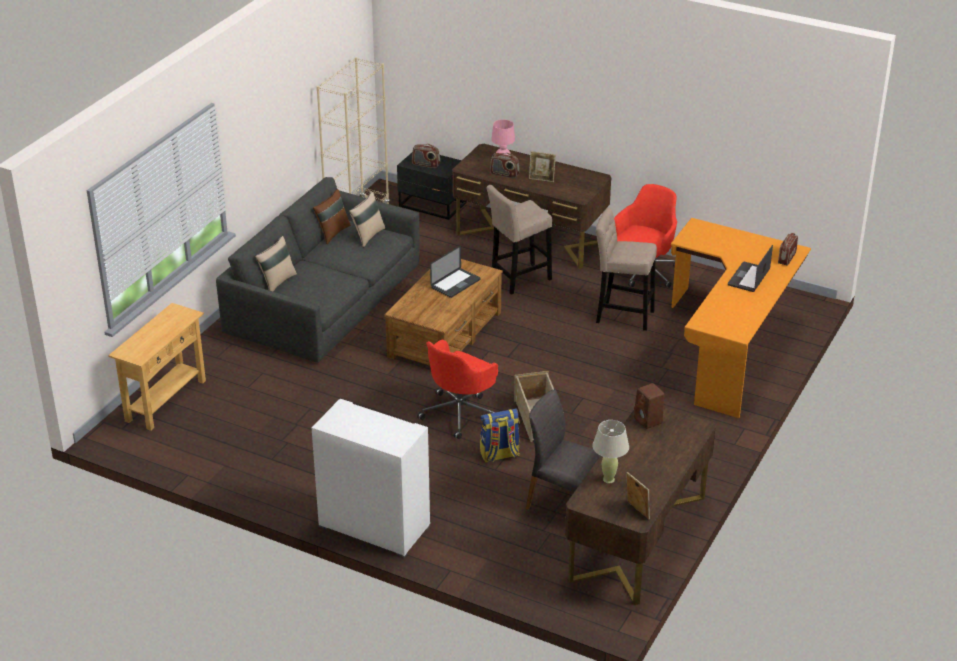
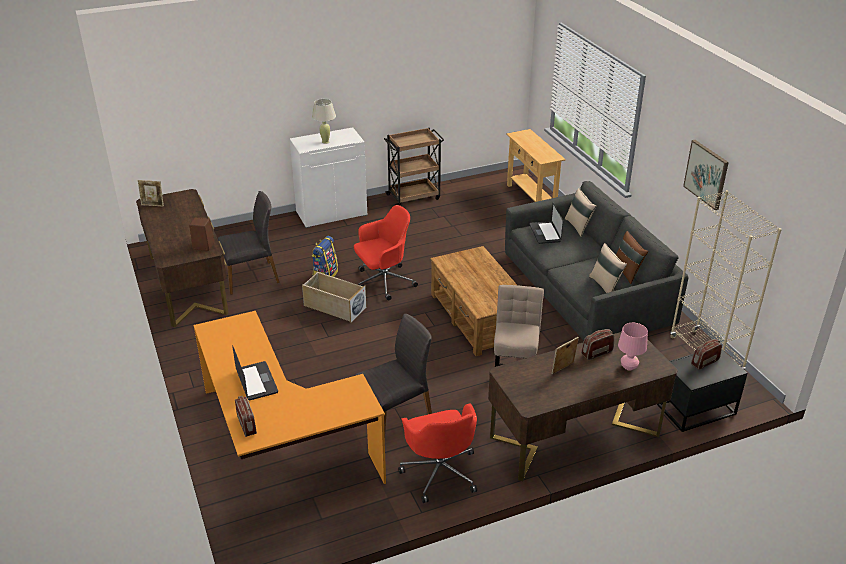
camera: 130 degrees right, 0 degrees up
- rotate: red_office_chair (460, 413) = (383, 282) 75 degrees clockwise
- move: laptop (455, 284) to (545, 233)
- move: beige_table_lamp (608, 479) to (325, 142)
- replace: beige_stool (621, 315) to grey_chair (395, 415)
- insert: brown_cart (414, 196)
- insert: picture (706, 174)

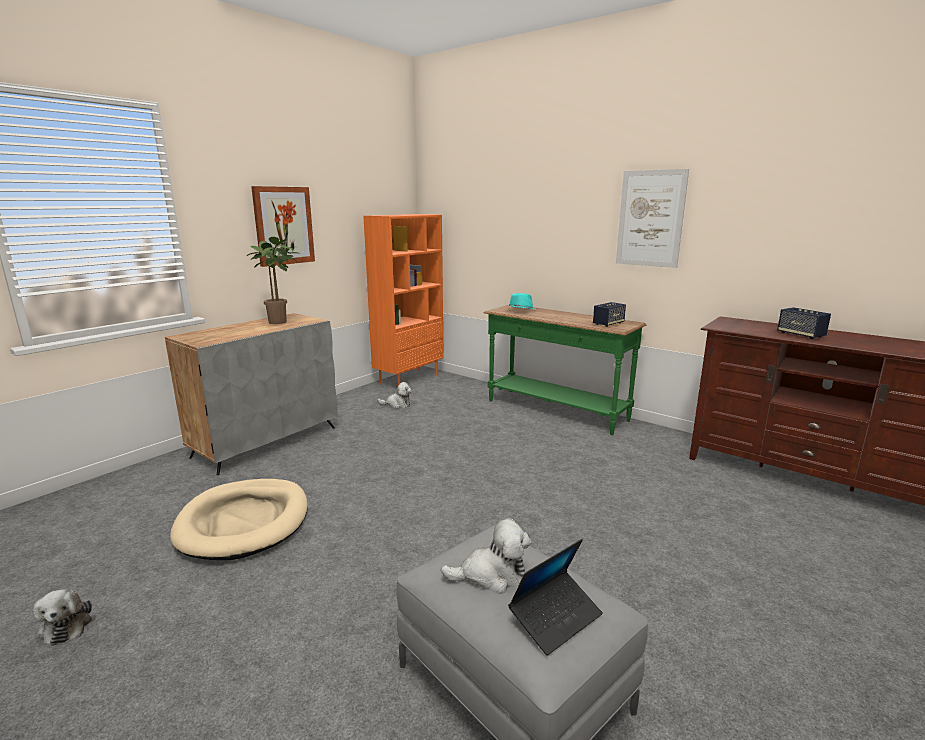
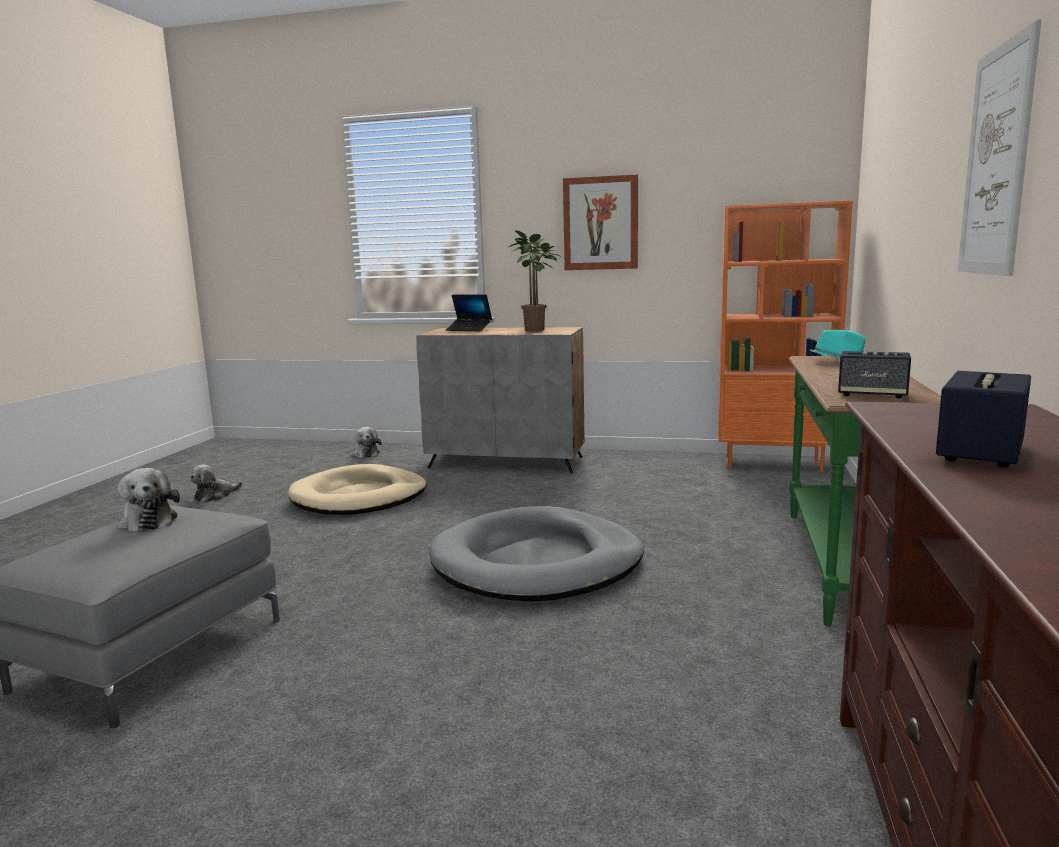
camera: 65 degrees right, 5 degrees down
- move: plush_toy (397, 404) to (366, 453)
- move: laptop (555, 618) to (469, 329)
- insert: grey_dog_bed (537, 563)

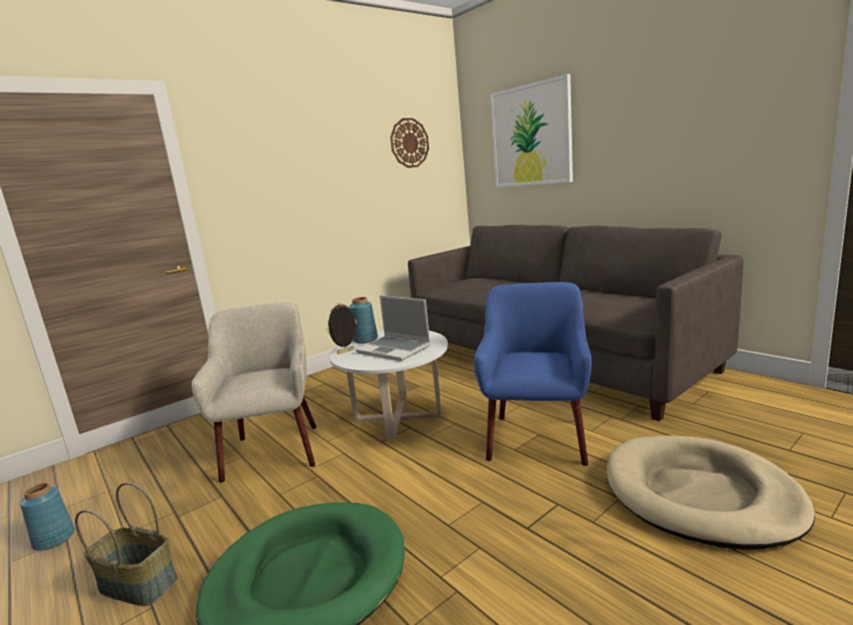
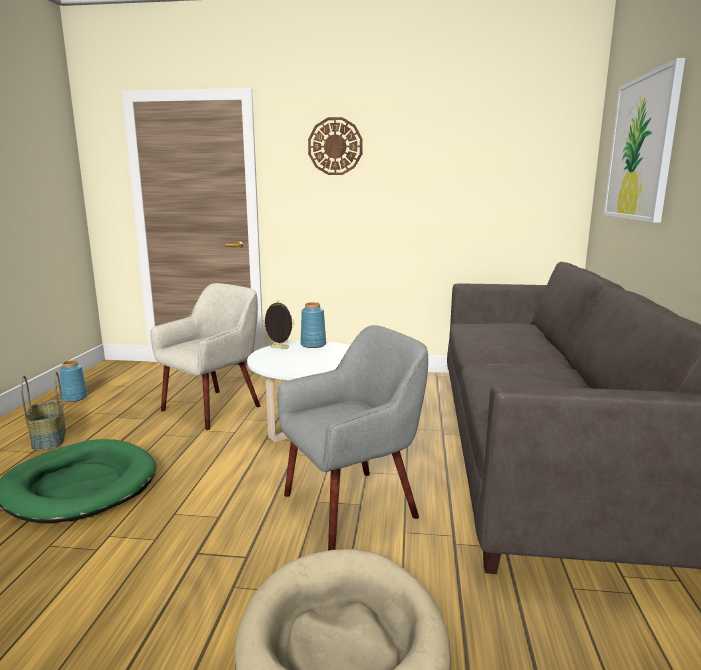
camera: 45 degrees right, 0 degrees up
- delete: laptop (395, 349)
- move: wall_clock (409, 143) to (335, 146)
- recolor: blue_armchair (537, 438) to grey_armchair (352, 506)

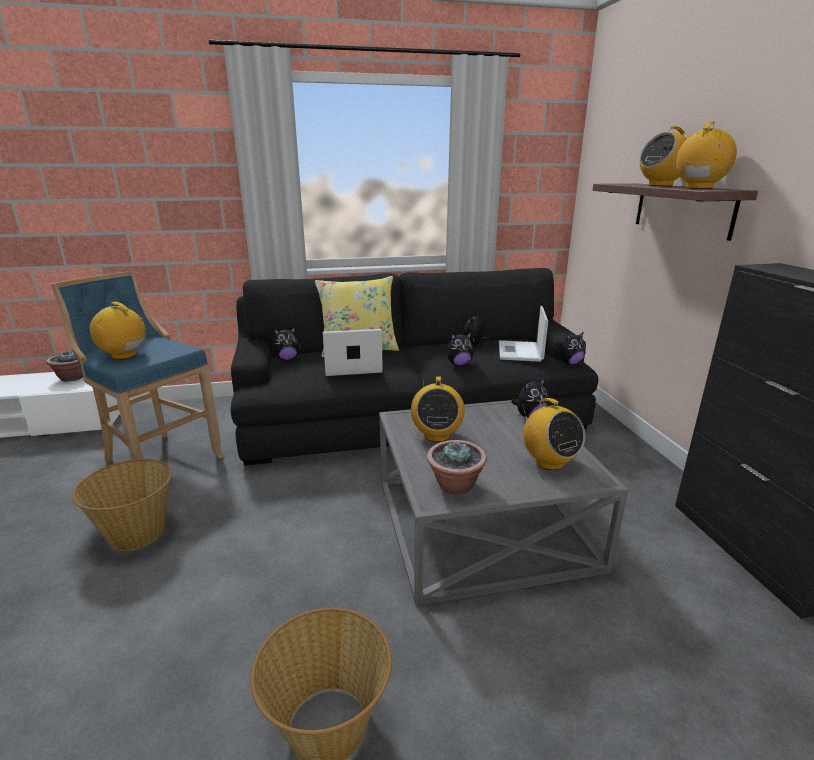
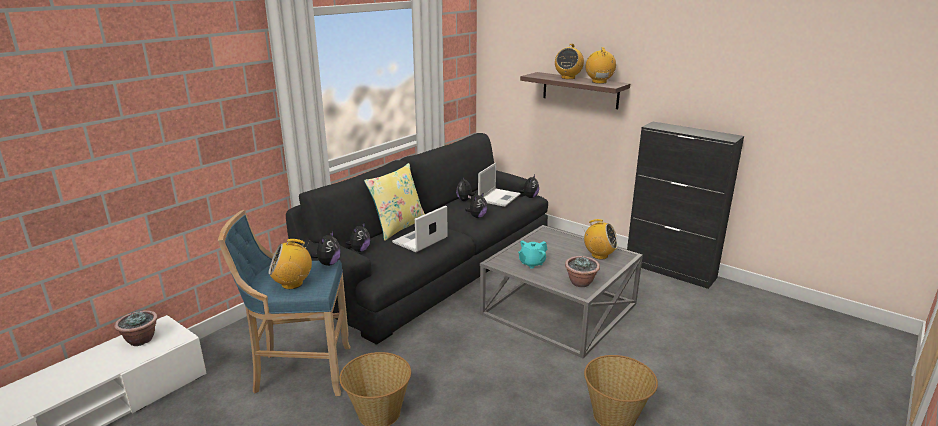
camera: 40 degrees left, 0 degrees up
- replace: radio (436, 435) to turquoise_teapot (531, 263)
- rotate: laptop (520, 352) = (499, 197) 120 degrees counterclockwise
- move: plush_toy (529, 416) to (328, 263)

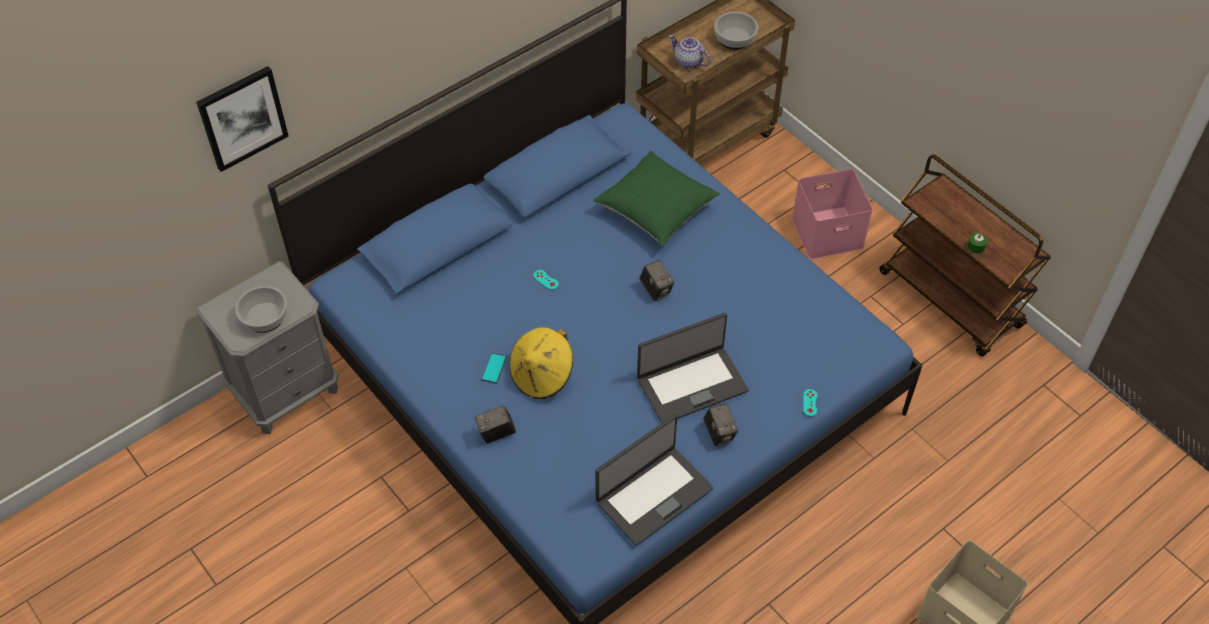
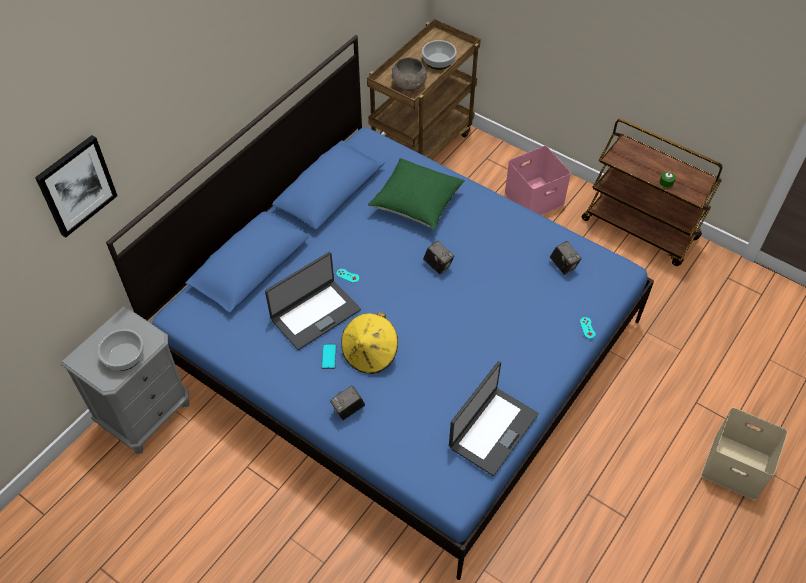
camera: 15 degrees left, 0 degrees up
- move: laptop (691, 384) to (315, 314)
- replace: teapot (688, 62) to grey_bowl (409, 85)
- move: photo_camera (719, 433) to (563, 265)

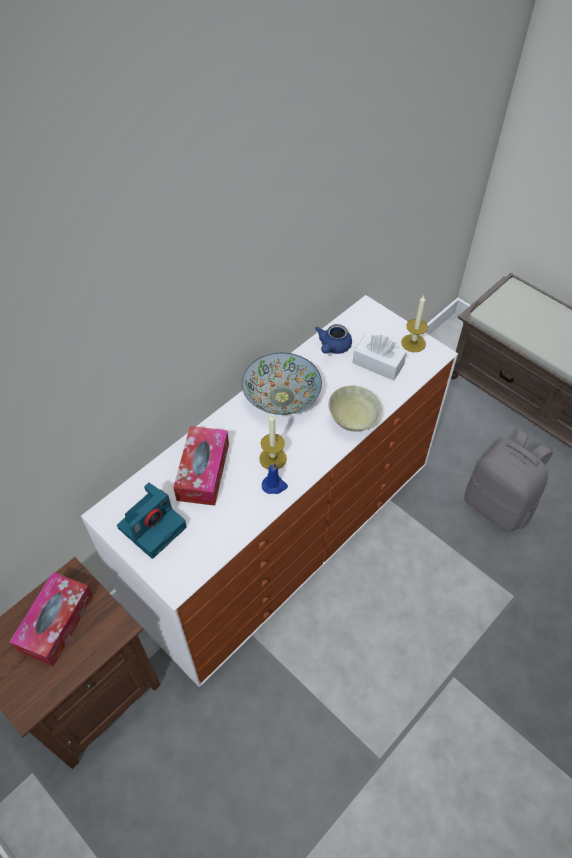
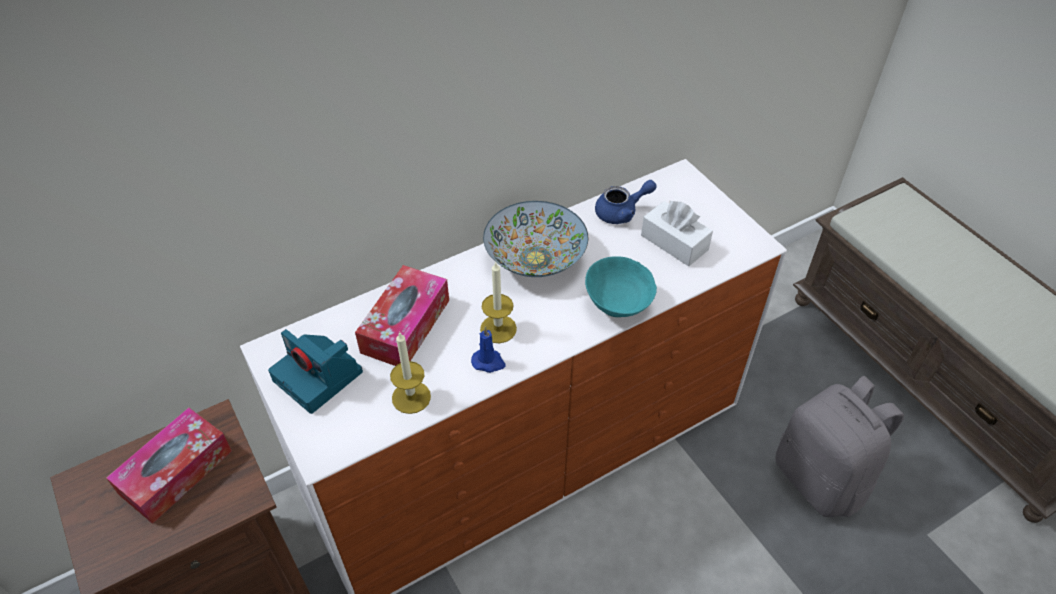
camera: 15 degrees right, 5 degrees down
- rotate: photo_camera (153, 526) = (320, 377) 75 degrees clockwise
- rotate: blue_teapot (333, 347) = (622, 212) 150 degrees counterclockwise
- recolor: beige_bowl (353, 422) to turquoise_bowl (617, 306)
- move: candle (413, 343) to (411, 397)

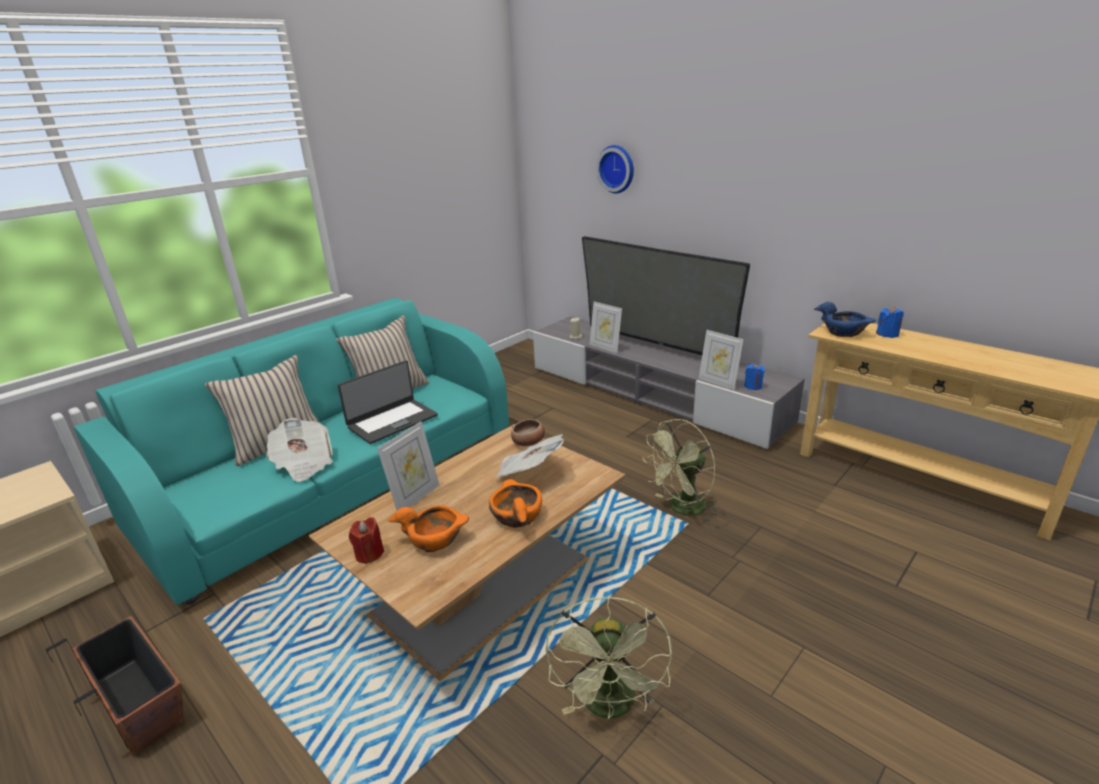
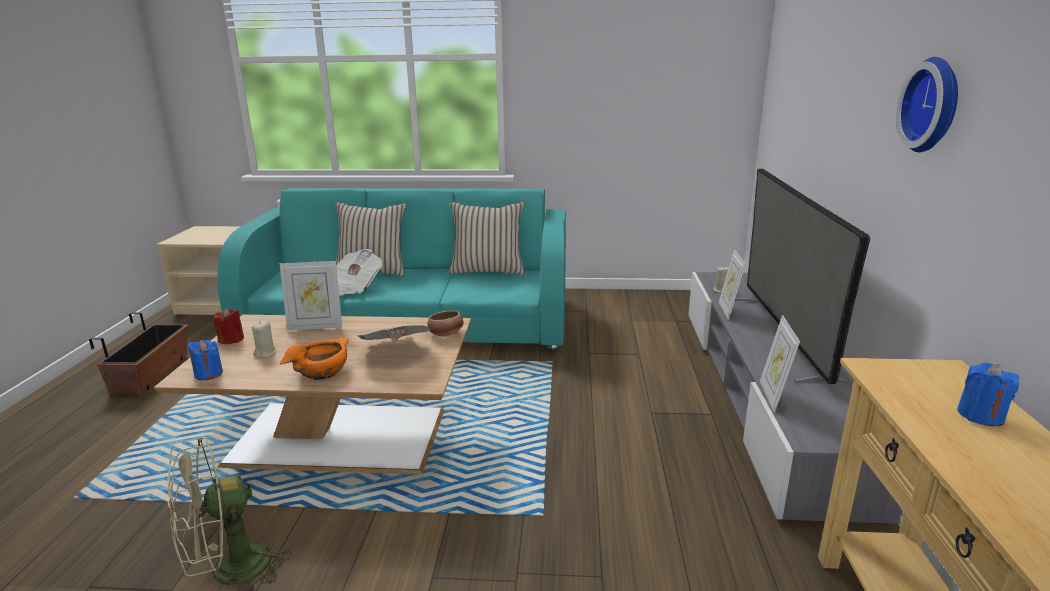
camera: 50 degrees right, 5 degrees down
- delete: laptop (392, 421)
- replace: orange_bowl (435, 539) to beige_candle (265, 353)
- move: wall_clock (617, 169) to (934, 105)
- delete: green_fan (682, 509)
- move: blue_candle (753, 386) to (208, 374)
- delete: blue_bowl (844, 332)

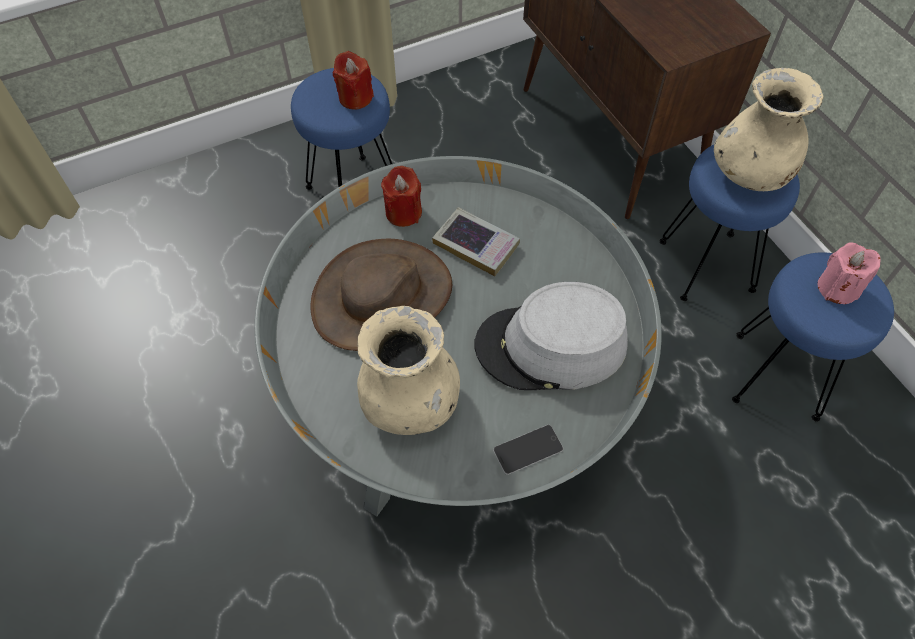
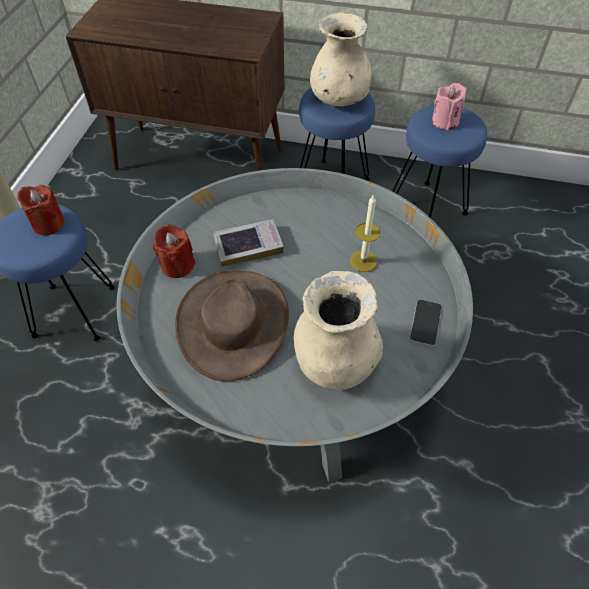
camera: 50 degrees left, 5 degrees down
- replace: grey_hat (551, 346) to candle (363, 261)

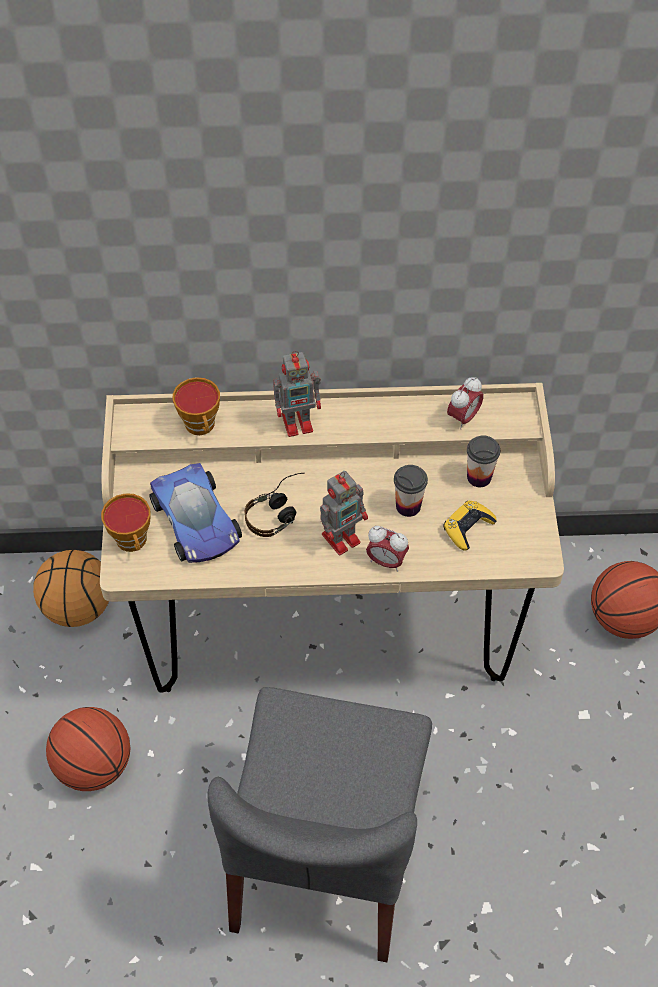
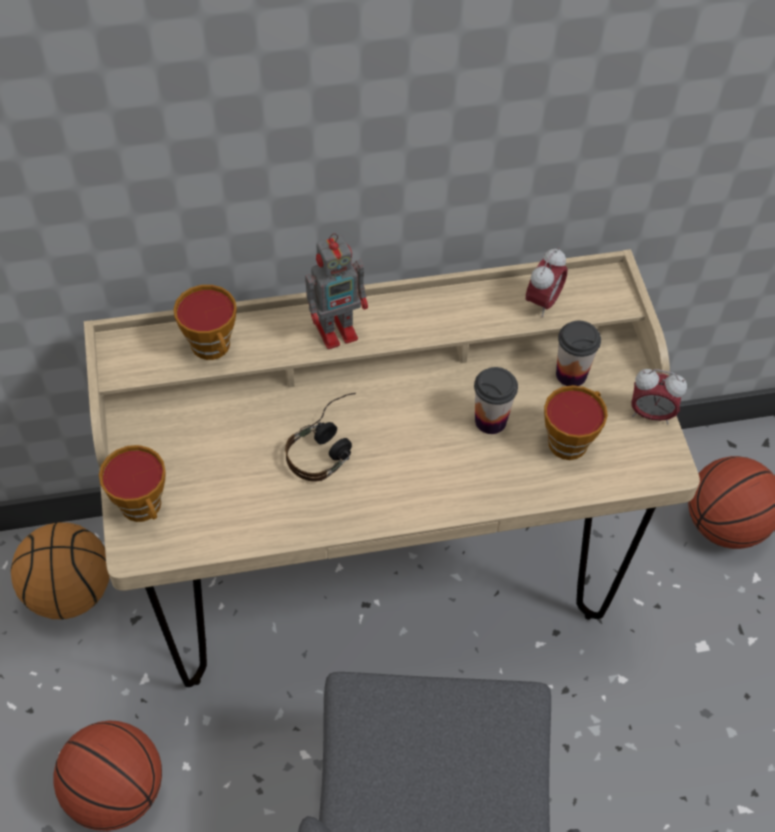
camera: 10 degrees left, 0 degrees up
- delete: toy_car (196, 522)
- delete: toy_robot (342, 537)
- move: alarm_clock (386, 561) to (651, 414)
- replace: yellow_game_controller (468, 528) to cup (570, 439)

